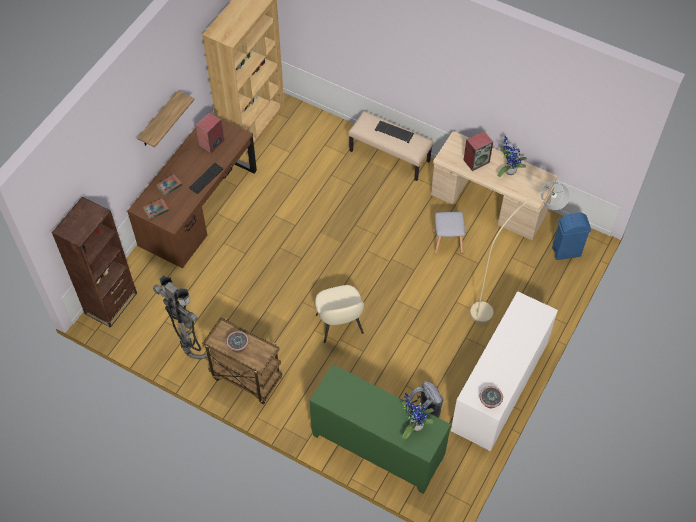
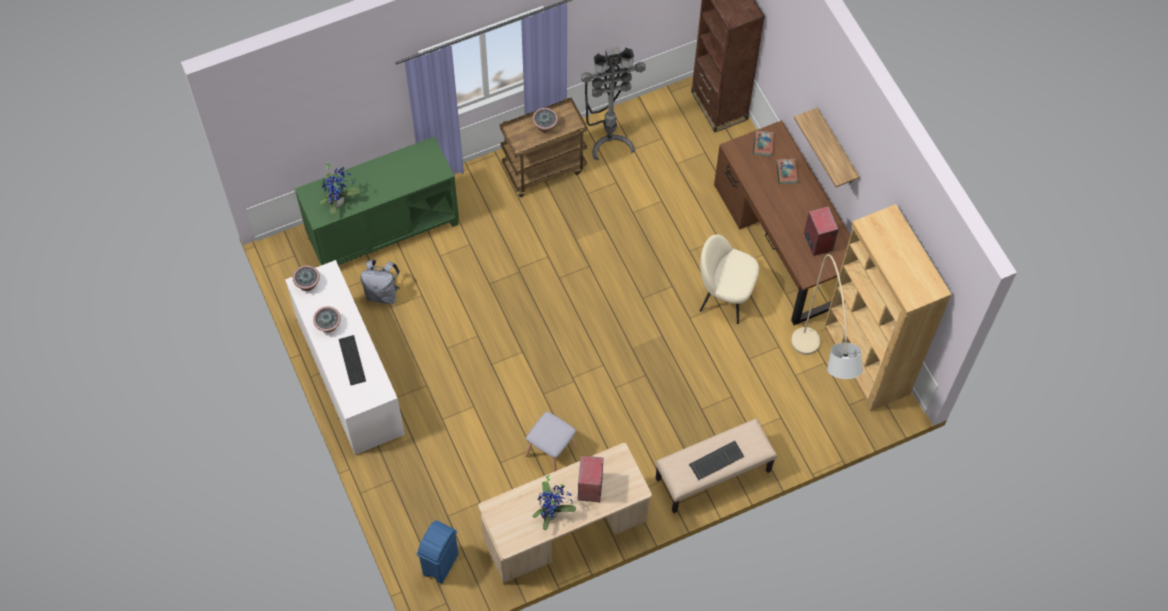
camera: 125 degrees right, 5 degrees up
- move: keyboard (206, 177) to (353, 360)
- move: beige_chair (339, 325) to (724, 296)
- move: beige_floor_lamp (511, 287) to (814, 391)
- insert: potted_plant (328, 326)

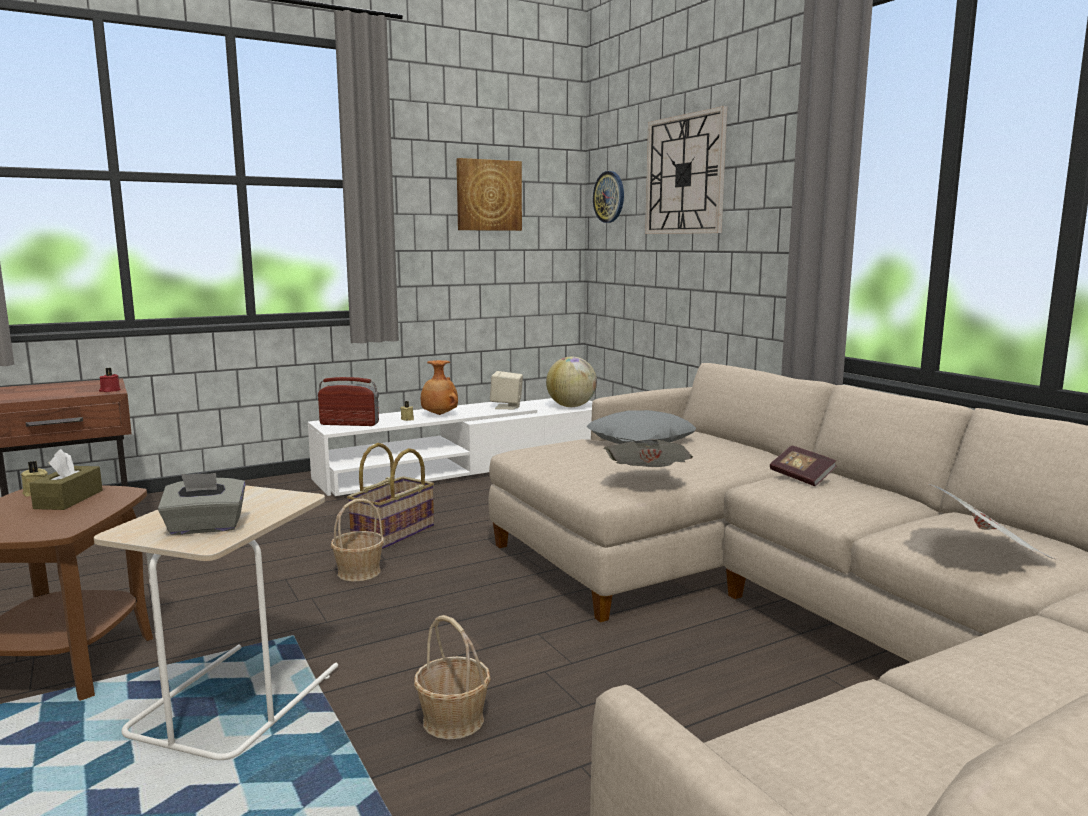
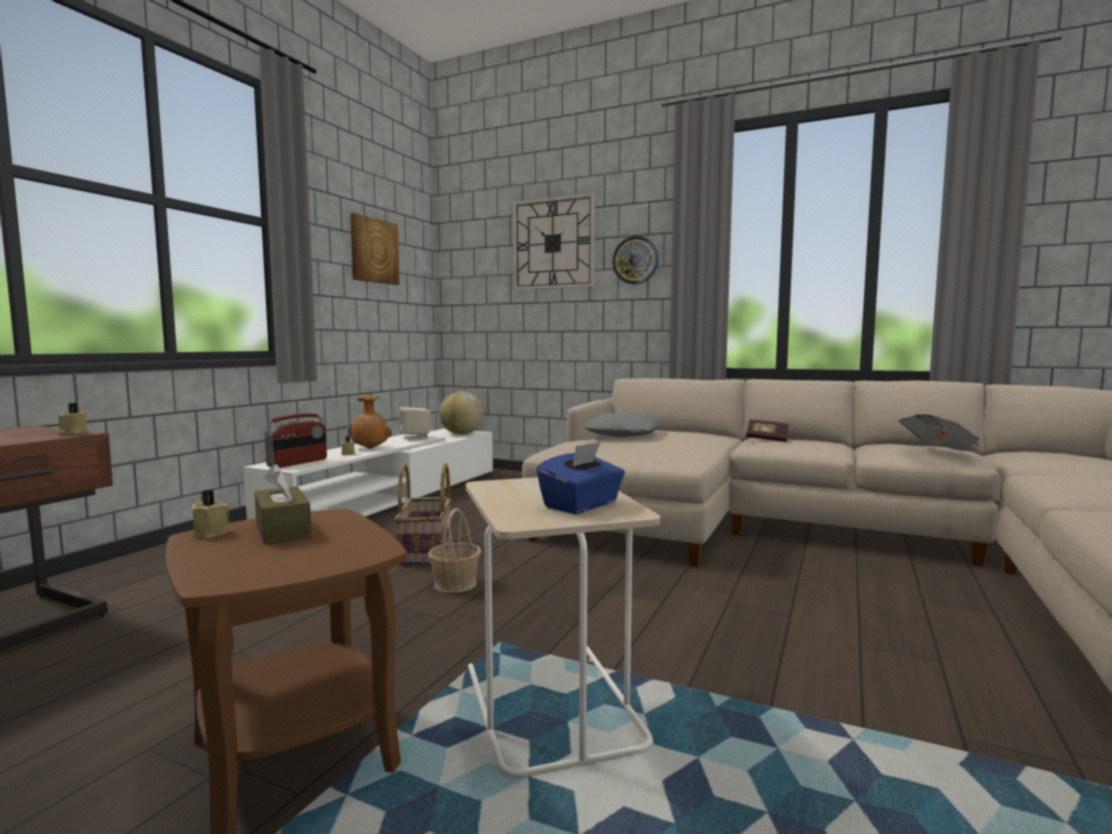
camera: 35 degrees left, 5 degrees down
- recolor: red_candle (109, 391) to beige_candle (73, 433)
- recolor: grey_tissue_box (205, 527) to blue_tissue_box (582, 505)
- rotate: radio (349, 424) = (298, 463) 150 degrees clockwise
- delete: basket (453, 721)
- move: wall_clock (609, 197) to (635, 260)
- delete: newspaper (648, 478)

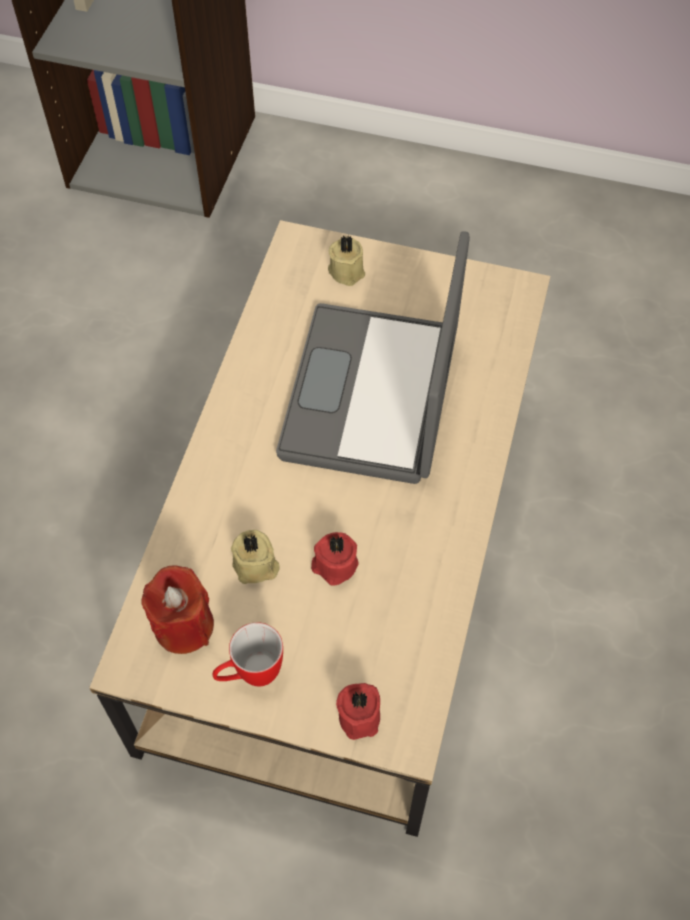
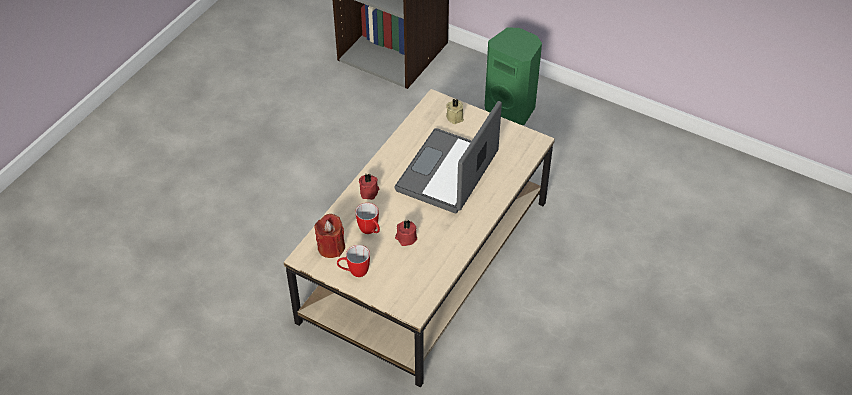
camera: 15 degrees right, 10 degrees down
- replace: beige_candle (256, 567) to mug (370, 231)
- move: red_candle (361, 715) to (370, 192)
- insert: green_speaker (511, 109)

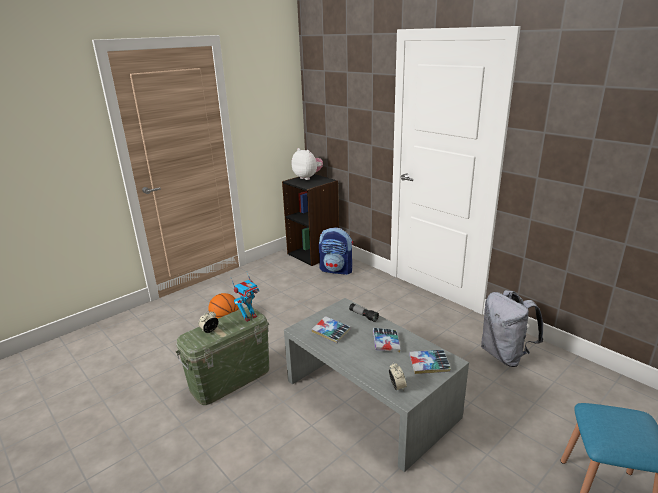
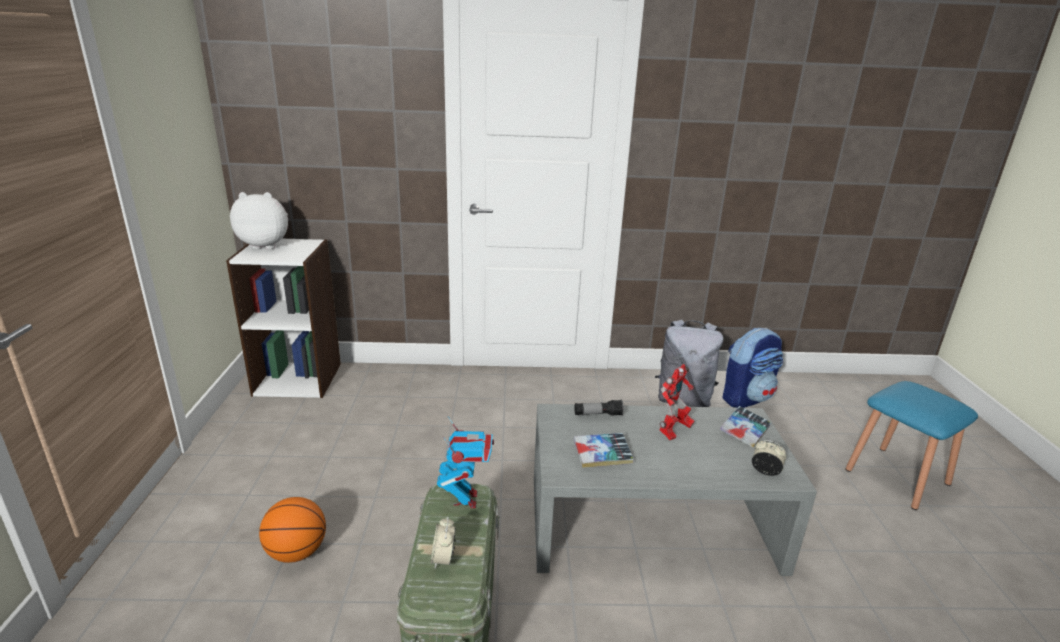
camera: 50 degrees left, 0 degrees up
- recolor: black_bookcase (314, 254) to white_bookcase (298, 379)
- move: backpack (337, 270) to (746, 398)
- replace: book (386, 343) to toy_robot (673, 432)

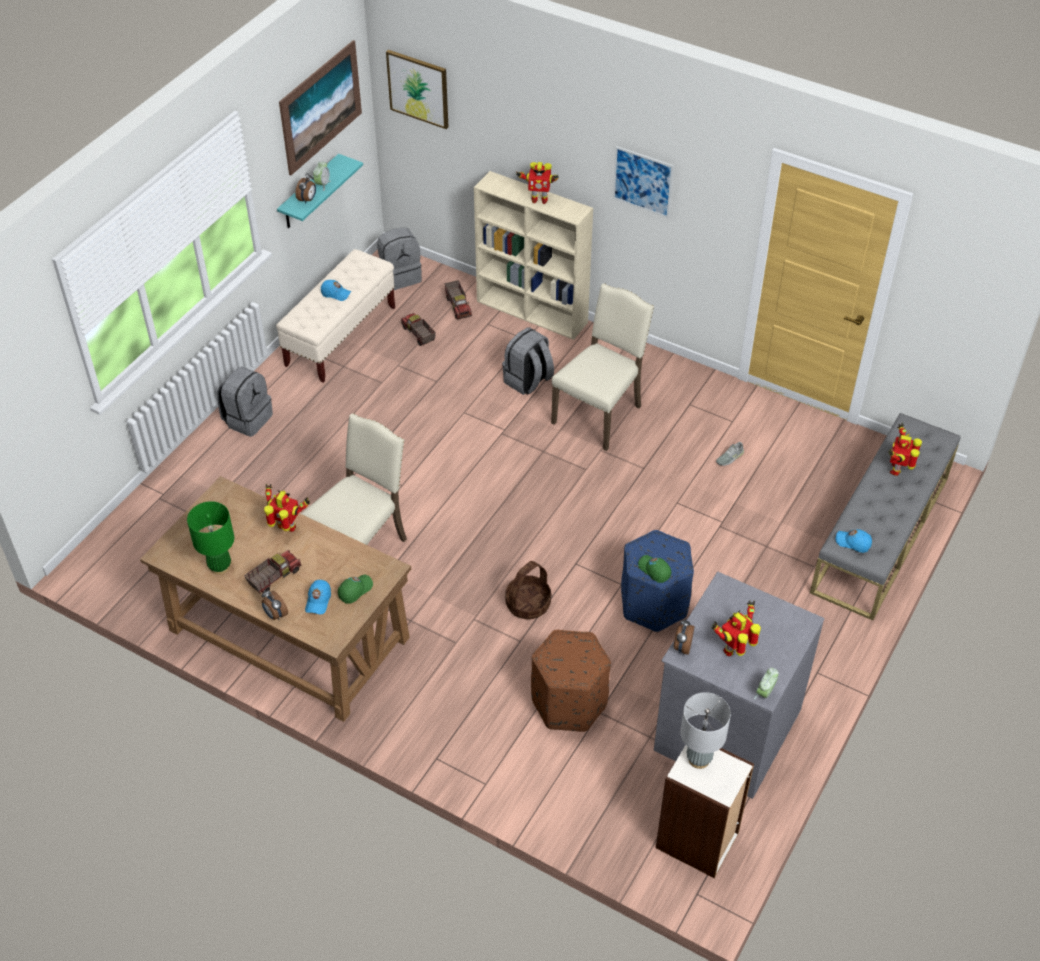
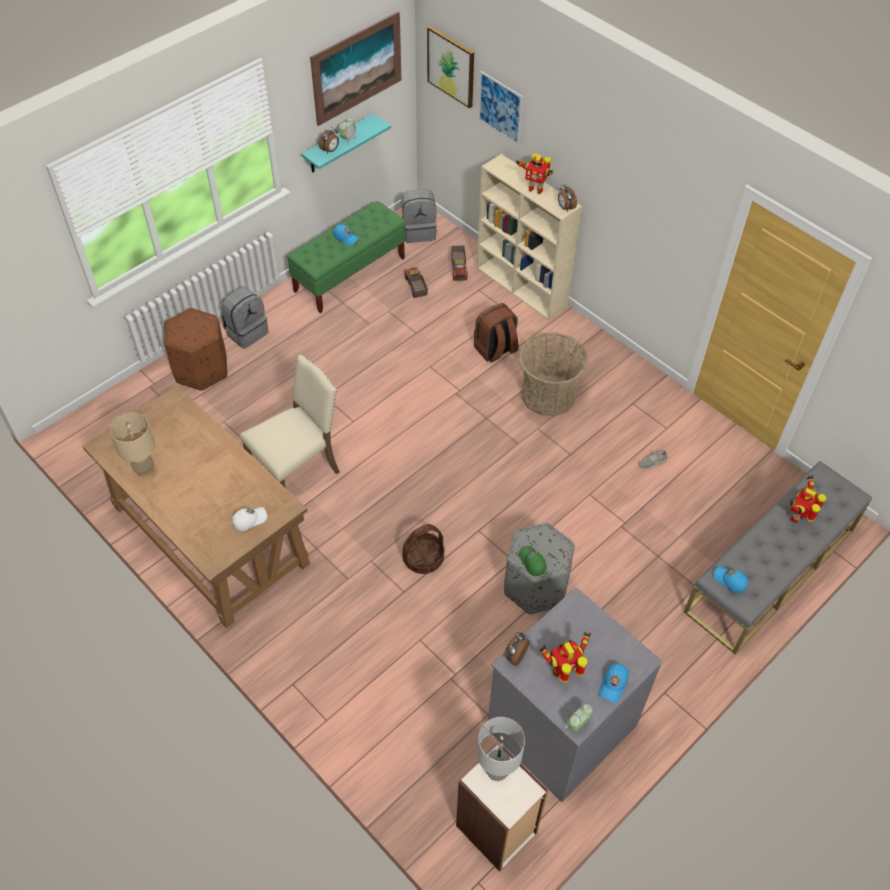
camera: 15 degrees right, 5 degrees up
- recolor: green_table_lamp (220, 567) to beige_table_lamp (144, 469)
- delete: toy_truck (274, 577)
- move: alarm_clock (275, 615) to (565, 208)
- delete: toy_robot (287, 528)
- recolor: beige_bench (341, 336) to green_bench (350, 275)
- move: blue_cap (318, 601) to (613, 685)
- recolor: green_cap (355, 590) to white_cap (249, 520)
- recolor: grey_backpack (528, 381) to brown_backpack (495, 350)
- move: brown_ottoman (569, 702) to (201, 369)
- replace: beige_chair (599, 414) to basket (548, 394)
- move: picture (643, 181) to (500, 108)
- recolor: blue_ottoman (653, 604) to grey_ottoman (535, 586)

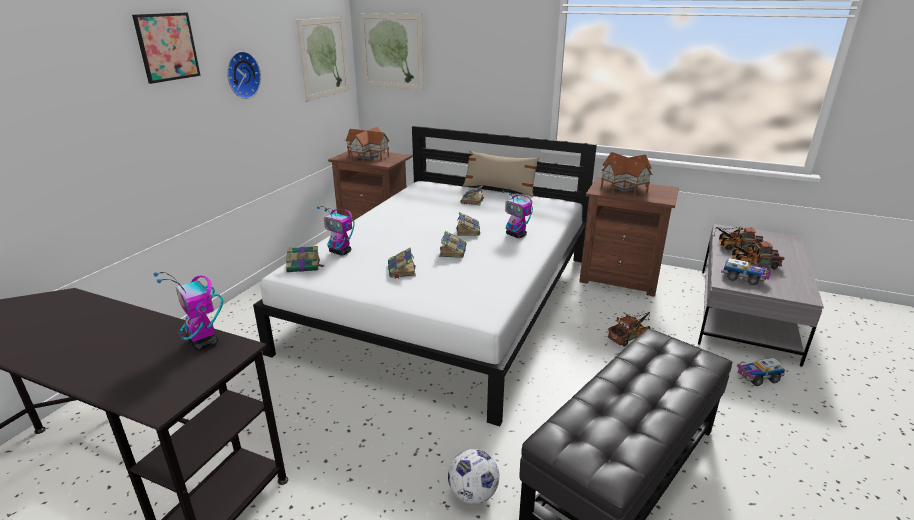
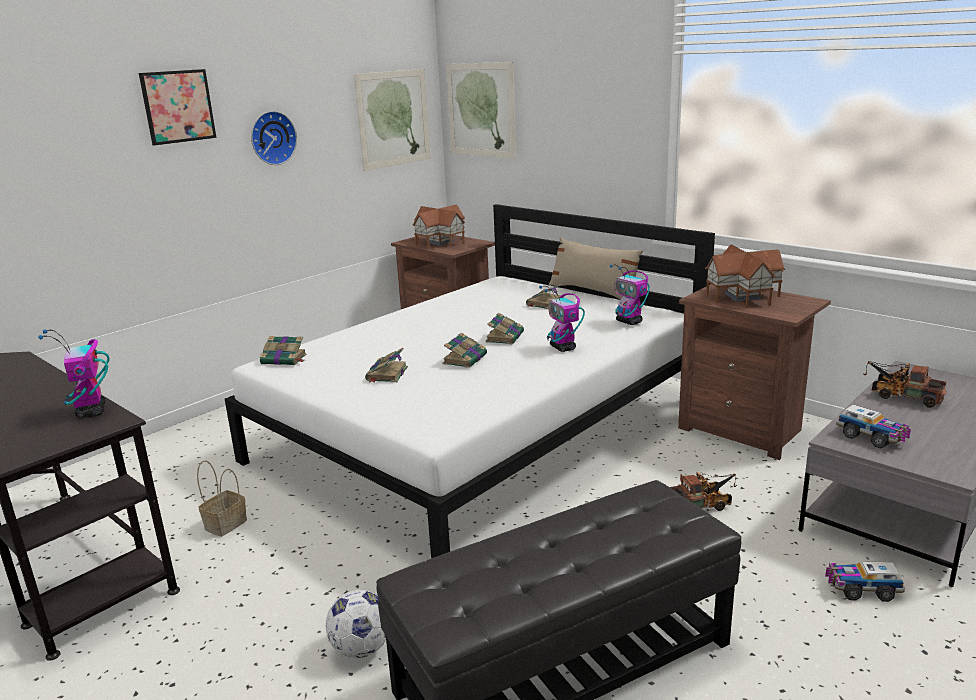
camera: 20 degrees right, 5 degrees down
- move: toy_robot (340, 252) to (629, 322)
- delete: toy_truck (751, 264)
- insert: basket (226, 523)

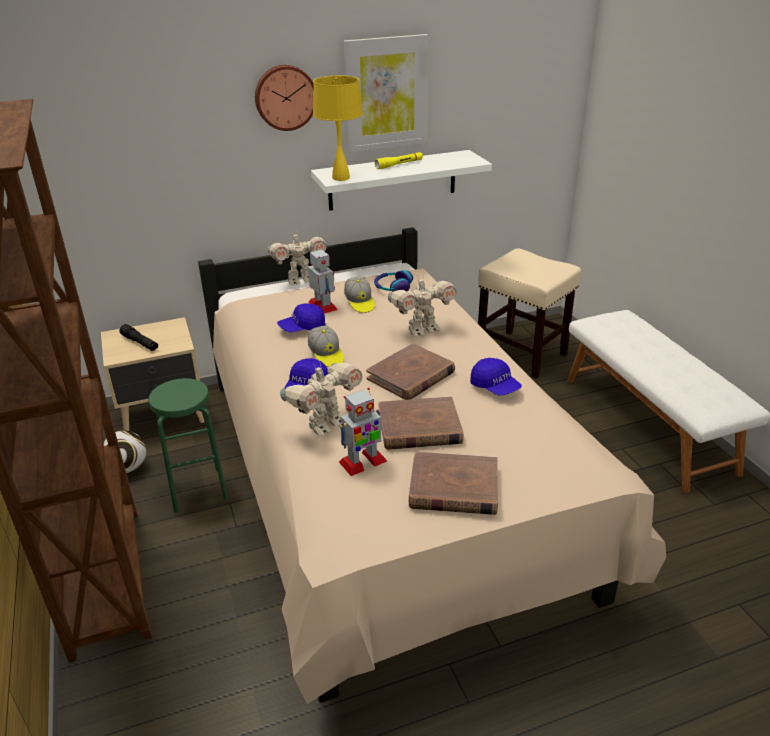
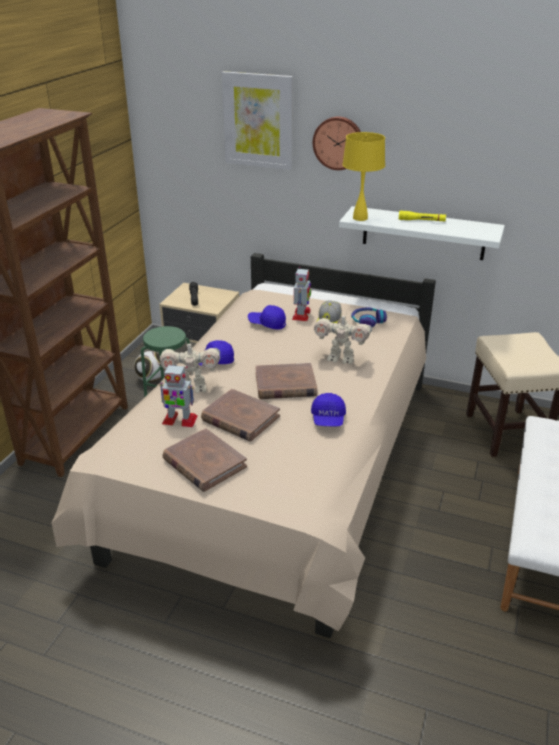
camera: 40 degrees right, 0 degrees up
- delete: toy_robot (300, 280)
- delete: cap (326, 355)
- move: picture (386, 93) to (258, 121)

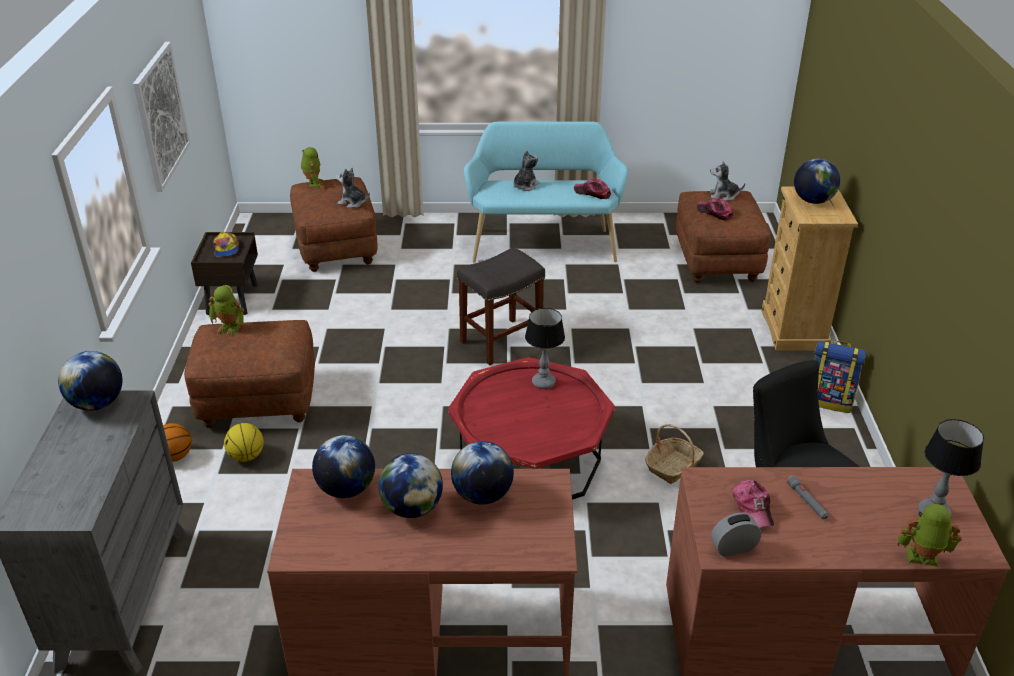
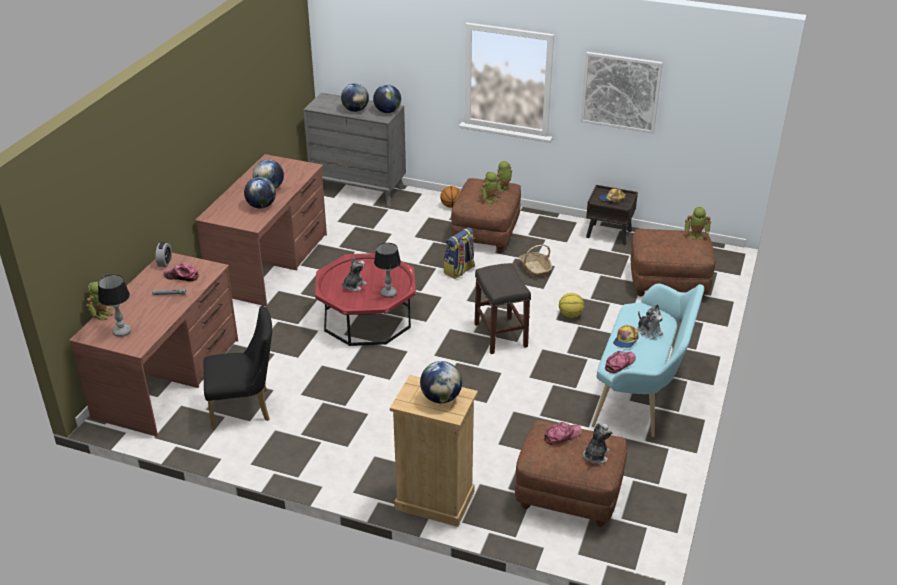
camera: 110 degrees right, 0 degrees up
- move: basketball (246, 456) to (570, 315)
- move: globe (346, 489) to (355, 110)
- move: plush_toy (353, 202) to (354, 286)
- move: basket (673, 466) to (535, 269)
- move: backpack (829, 400) to (459, 271)
- insert: toy_robot (490, 199)
- insert: cap (625, 340)

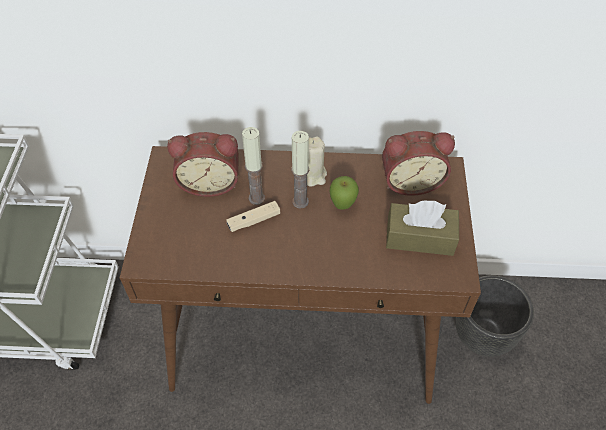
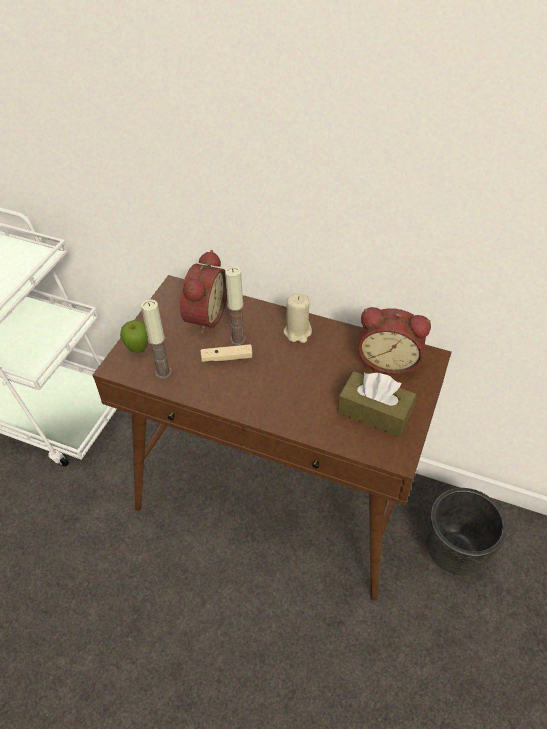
camera: 20 degrees right, 5 degrees down
- rotate: alarm_clock (210, 182) = (203, 316) 90 degrees counterclockwise
- move: candle (300, 201) to (163, 372)
- move: apple (342, 206) to (138, 350)

